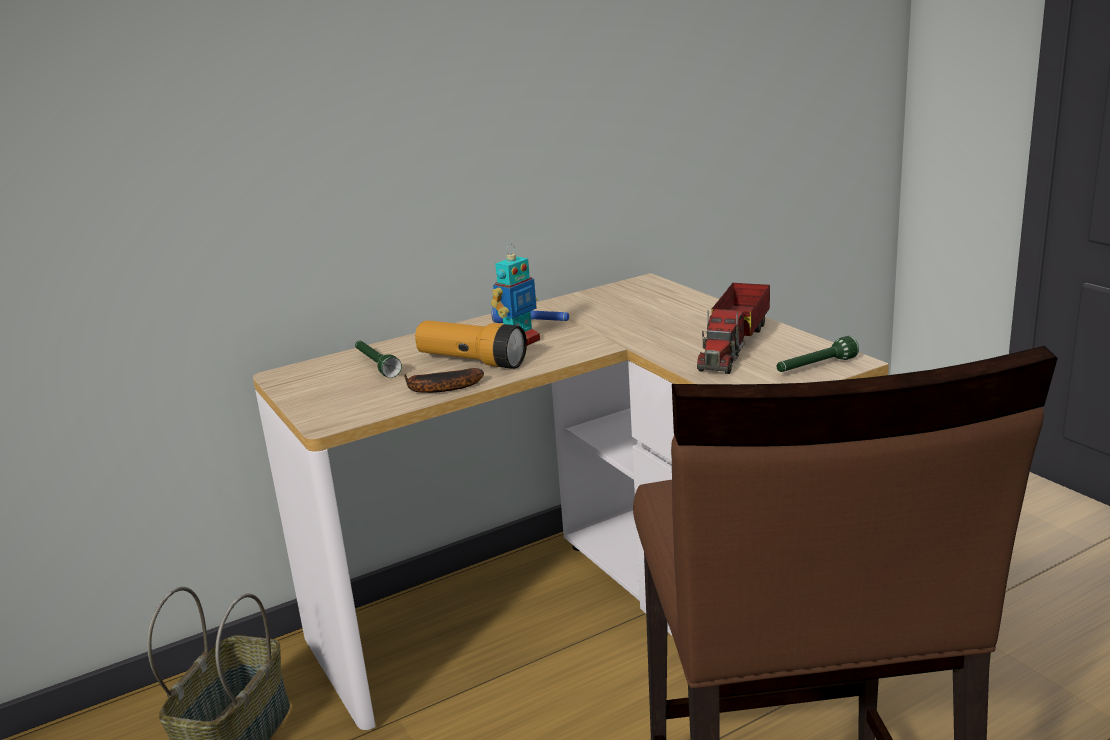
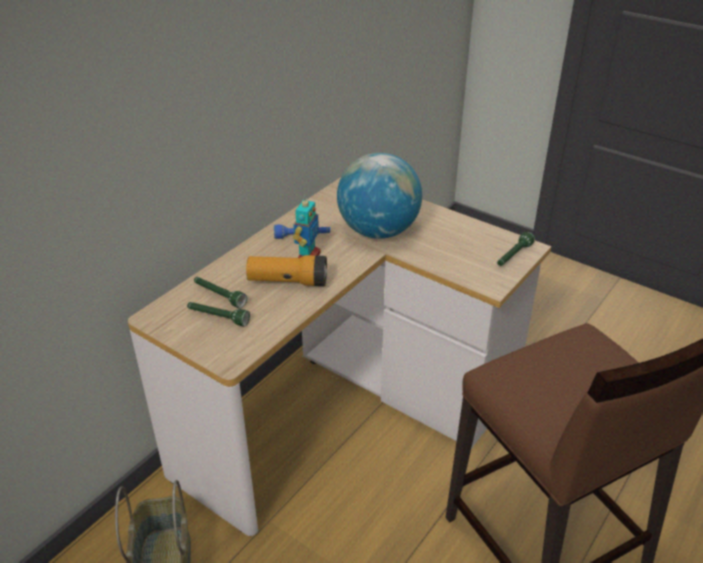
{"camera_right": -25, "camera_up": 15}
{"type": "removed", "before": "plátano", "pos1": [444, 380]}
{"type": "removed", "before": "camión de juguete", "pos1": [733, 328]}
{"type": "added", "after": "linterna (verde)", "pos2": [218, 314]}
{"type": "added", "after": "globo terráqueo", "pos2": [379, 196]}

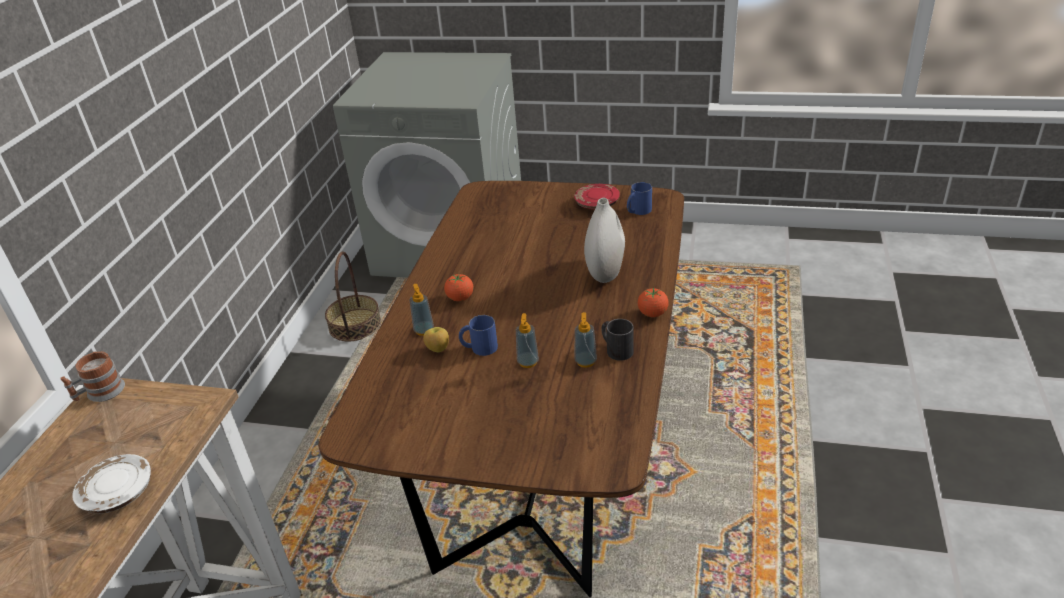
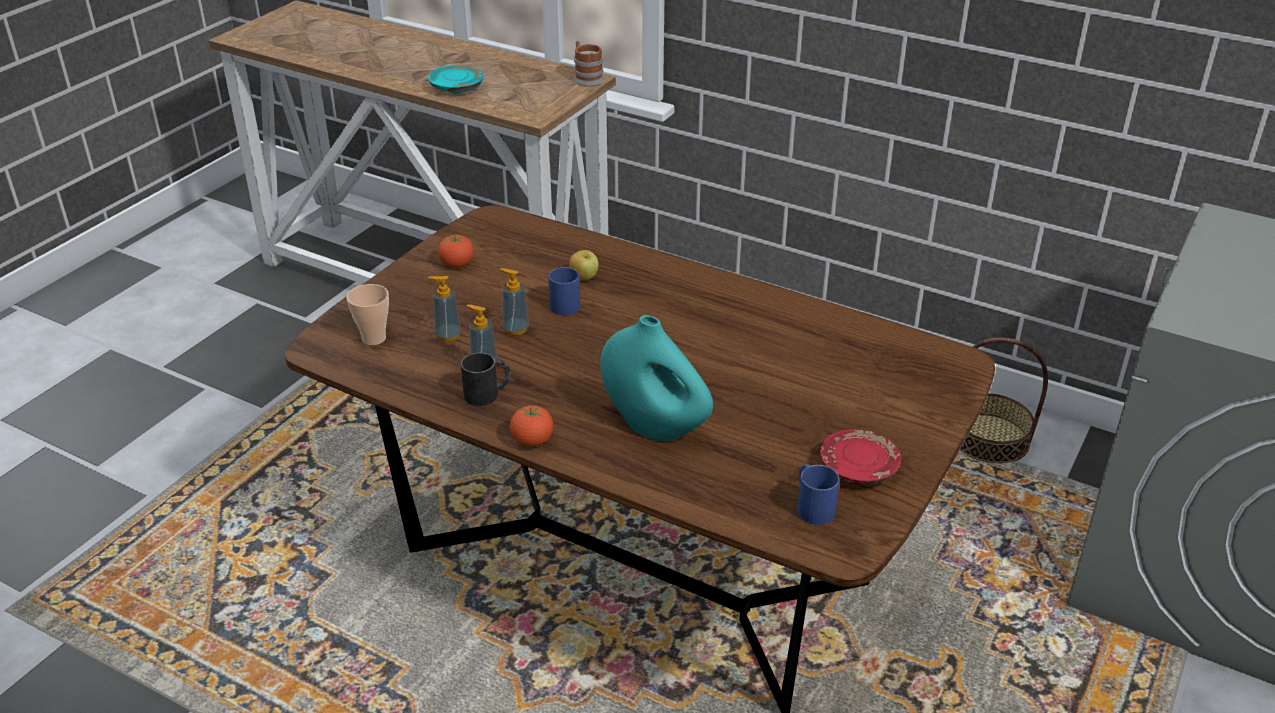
{"camera_right": 105, "camera_up": 0}
{"type": "recoloured", "before": "plato (blanco)", "after": "plato (turquesa)", "pos1": [112, 484], "pos2": [456, 79]}
{"type": "moved", "before": "dispensador de jabón", "pos1": [422, 310], "pos2": [444, 309]}
{"type": "moved", "before": "tomate", "pos1": [458, 287], "pos2": [456, 251]}
{"type": "recoloured", "before": "florero (blanco)", "after": "florero (turquesa)", "pos1": [604, 240], "pos2": [656, 378]}
{"type": "added", "after": "taza", "pos2": [368, 314]}

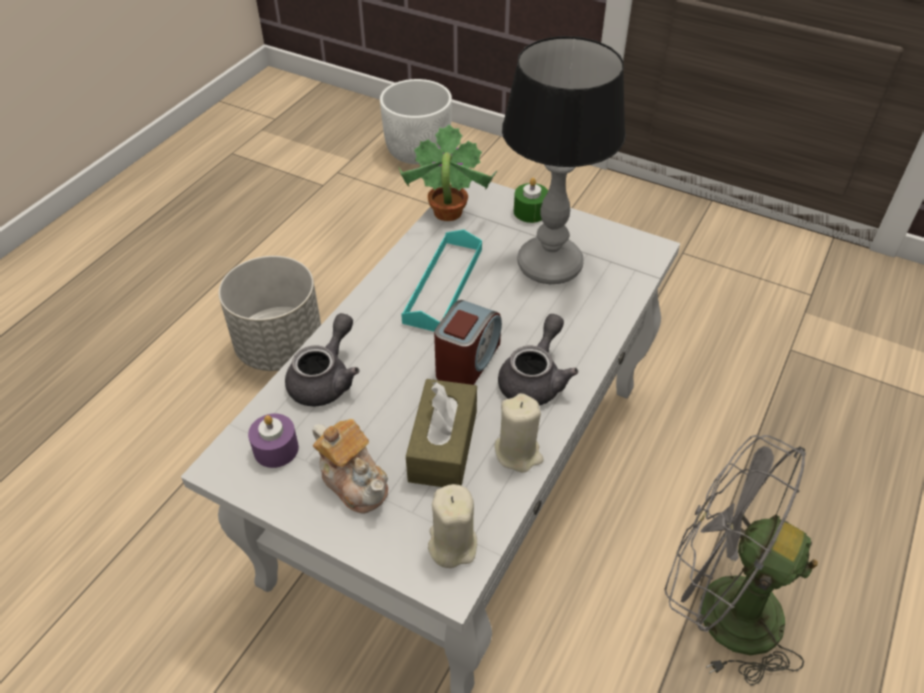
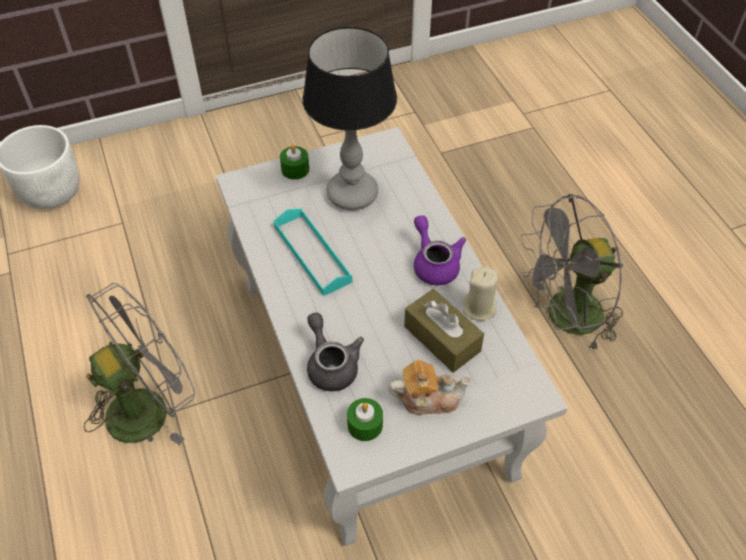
{"camera_right": -50, "camera_up": 5}
{"type": "replaced", "before": "maceta (gris)", "after": "ventilador (gris)", "pos1": [270, 313], "pos2": [139, 364]}
{"type": "recoloured", "before": "vela (morado)", "after": "vela (verde)", "pos1": [273, 440], "pos2": [365, 419]}
{"type": "removed", "before": "planta en maceta", "pos1": [447, 172]}
{"type": "removed", "before": "vela (beis)", "pos1": [452, 526]}
{"type": "removed", "before": "despertador", "pos1": [468, 342]}
{"type": "recoloured", "before": "tetera (gris)", "after": "tetera (morado)", "pos1": [538, 359], "pos2": [440, 250]}

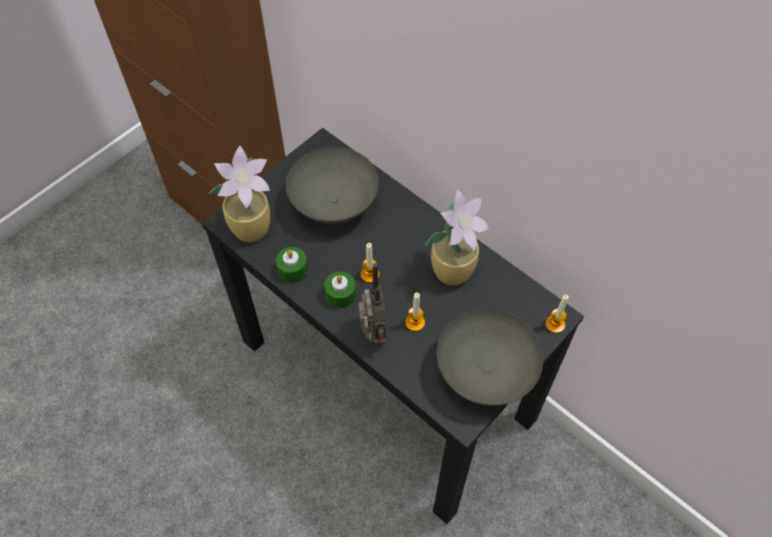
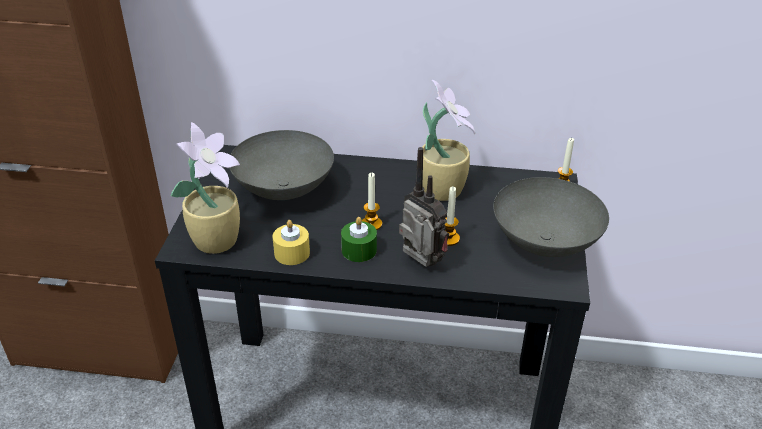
{"camera_right": -35, "camera_up": -20}
{"type": "recoloured", "before": "vela (verde)", "after": "vela (amarillo)", "pos1": [292, 265], "pos2": [291, 242]}

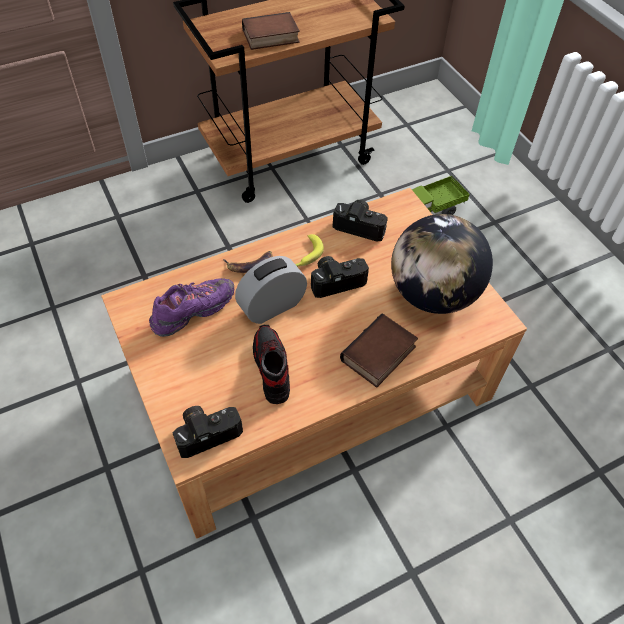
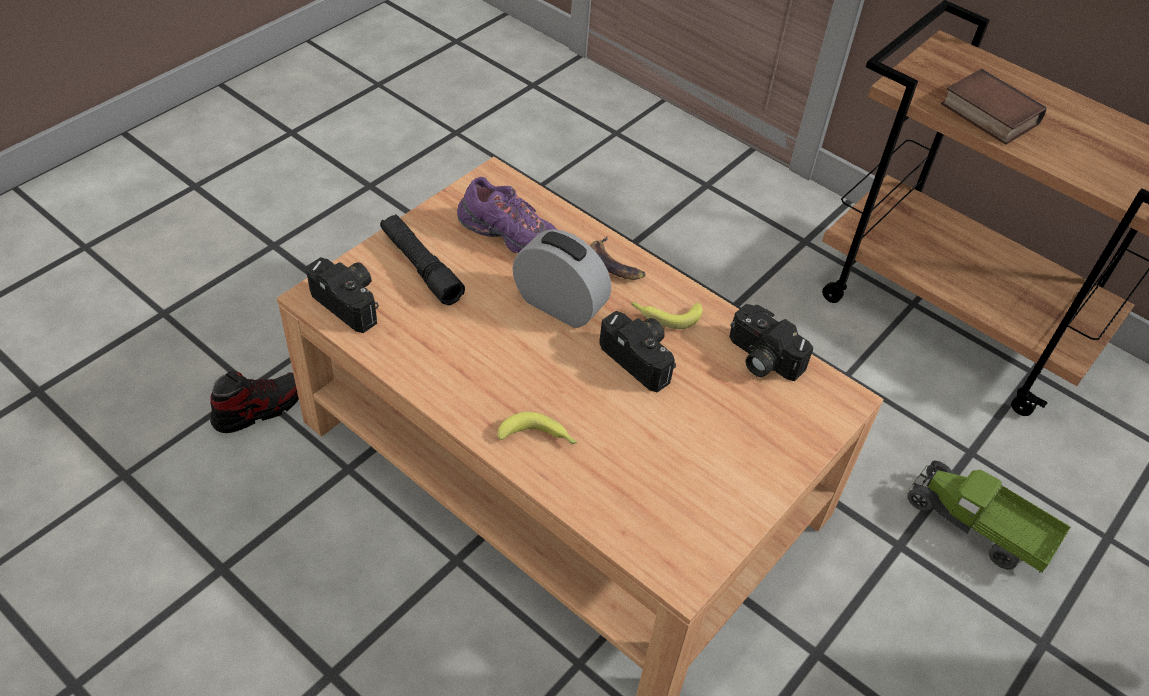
{"camera_right": 65, "camera_up": -5}
{"type": "moved", "before": "zapato", "pos1": [271, 364], "pos2": [254, 401]}
{"type": "turned", "before": "cámara", "pos1": [360, 220], "pos2": [771, 342], "turn": 135}
{"type": "replaced", "before": "libro", "after": "plátano", "pos1": [379, 350], "pos2": [537, 428]}
{"type": "removed", "before": "globo terráqueo", "pos1": [442, 264]}
{"type": "added", "after": "linterna (negro)", "pos2": [422, 259]}

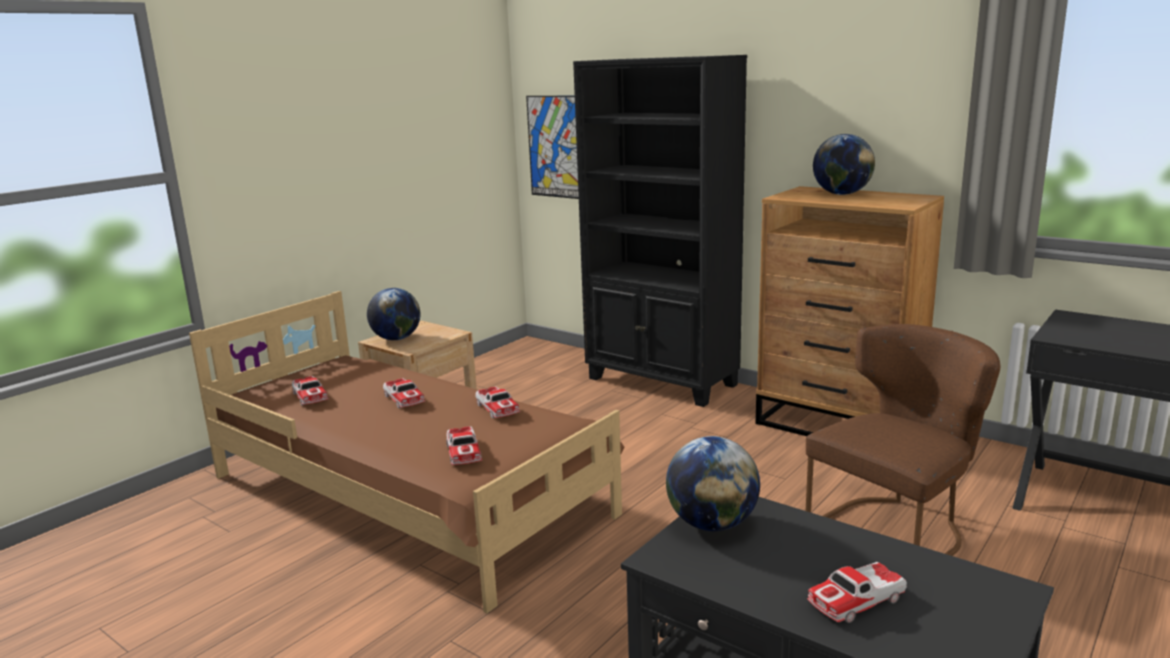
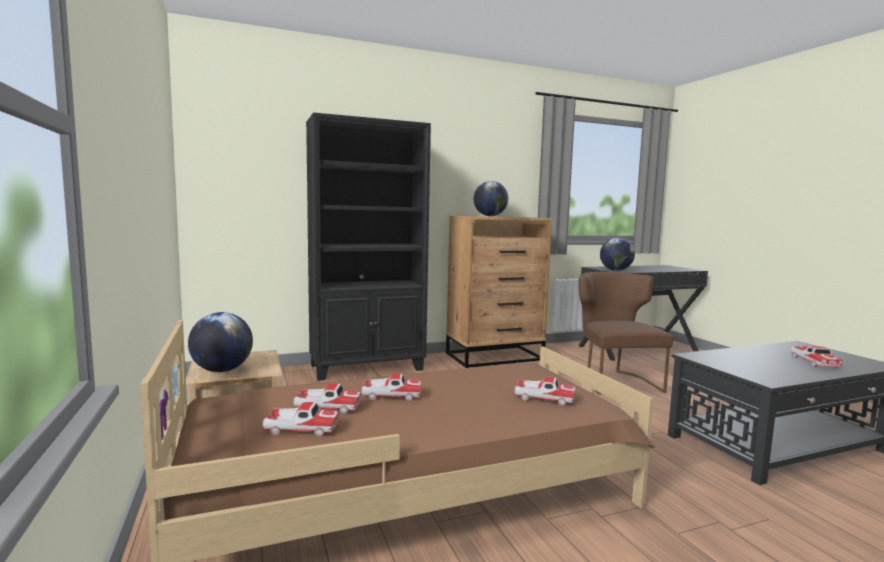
{"camera_right": -60, "camera_up": -10}
{"type": "moved", "before": "coche de juguete", "pos1": [497, 402], "pos2": [327, 398]}
{"type": "removed", "before": "cuadro", "pos1": [552, 147]}
{"type": "moved", "before": "globo terráqueo", "pos1": [713, 483], "pos2": [617, 254]}

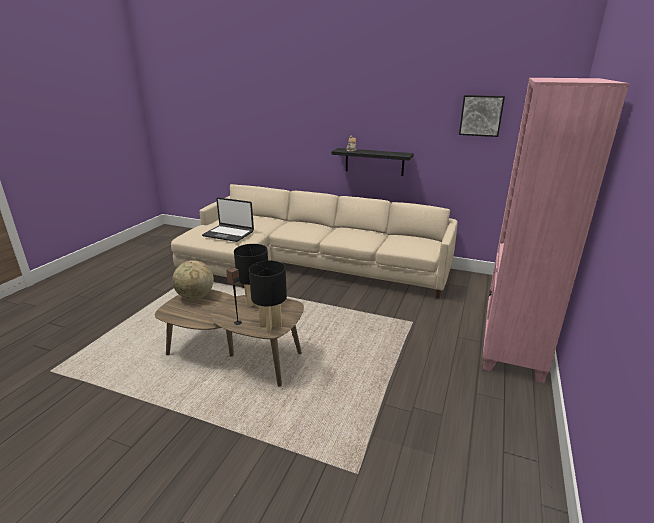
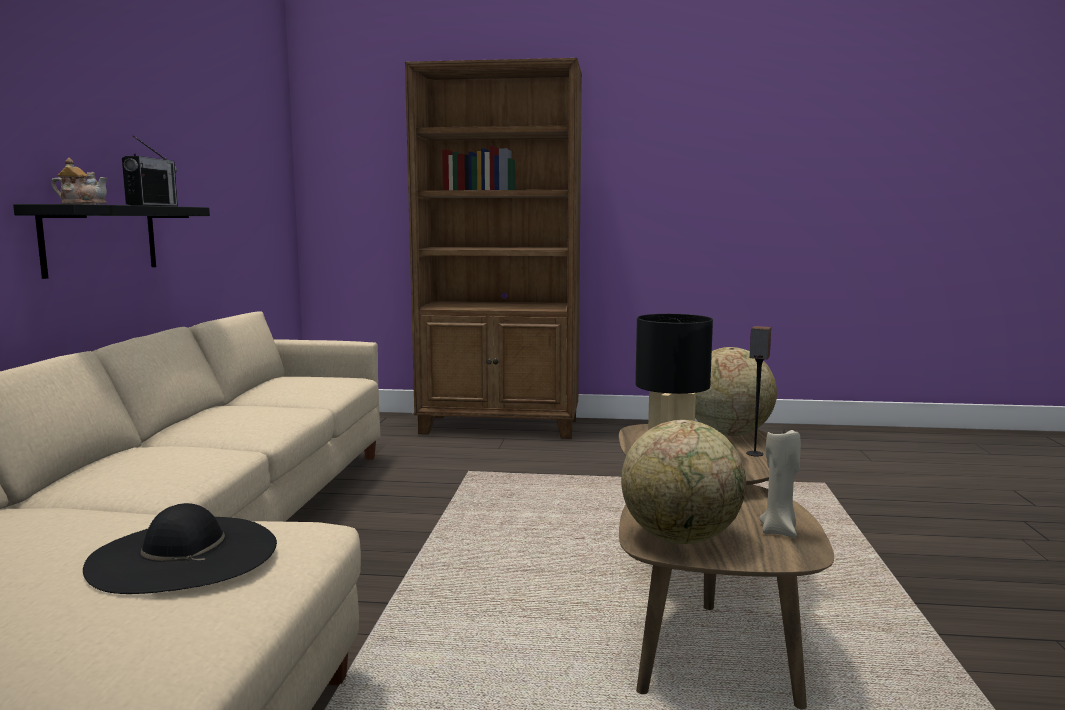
{"camera_right": -105, "camera_up": -15}
{"type": "replaced", "before": "portátil", "after": "sombrero (negro)", "pos1": [228, 219], "pos2": [180, 548]}
{"type": "replaced", "before": "lámpara de mesa (negro)", "after": "globo terráqueo", "pos1": [268, 296], "pos2": [736, 391]}
{"type": "removed", "before": "cuadro", "pos1": [482, 116]}
{"type": "recoloured", "before": "estantería (rosa)", "after": "estantería (marrón)", "pos1": [556, 231], "pos2": [493, 248]}
{"type": "added", "after": "radio", "pos2": [150, 170]}
{"type": "added", "after": "vela (beis)", "pos2": [780, 483]}

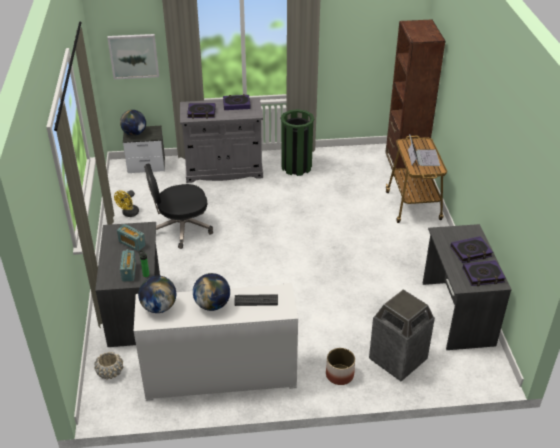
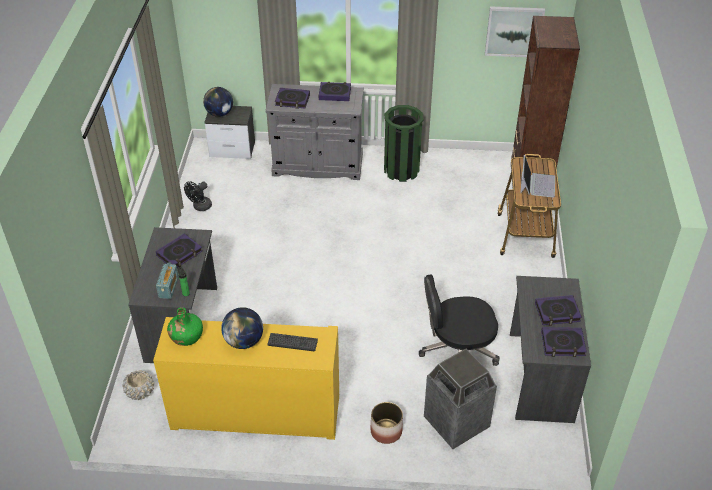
{"camera_right": 10, "camera_up": 5}
{"type": "moved", "before": "cuadro", "pos1": [133, 56], "pos2": [515, 31]}
{"type": "recoloured", "before": "ventilador (amarillo)", "after": "ventilador (negro)", "pos1": [126, 203], "pos2": [198, 196]}
{"type": "replaced", "before": "radio", "after": "libro", "pos1": [131, 237], "pos2": [179, 250]}
{"type": "recoloured", "before": "armario (blanco)", "after": "armario (amarillo)", "pos1": [216, 342], "pos2": [246, 378]}
{"type": "replaced", "before": "globo terráqueo", "after": "botella (verde)", "pos1": [157, 294], "pos2": [185, 326]}
{"type": "moved", "before": "silla de oficina (negro)", "pos1": [178, 206], "pos2": [459, 320]}

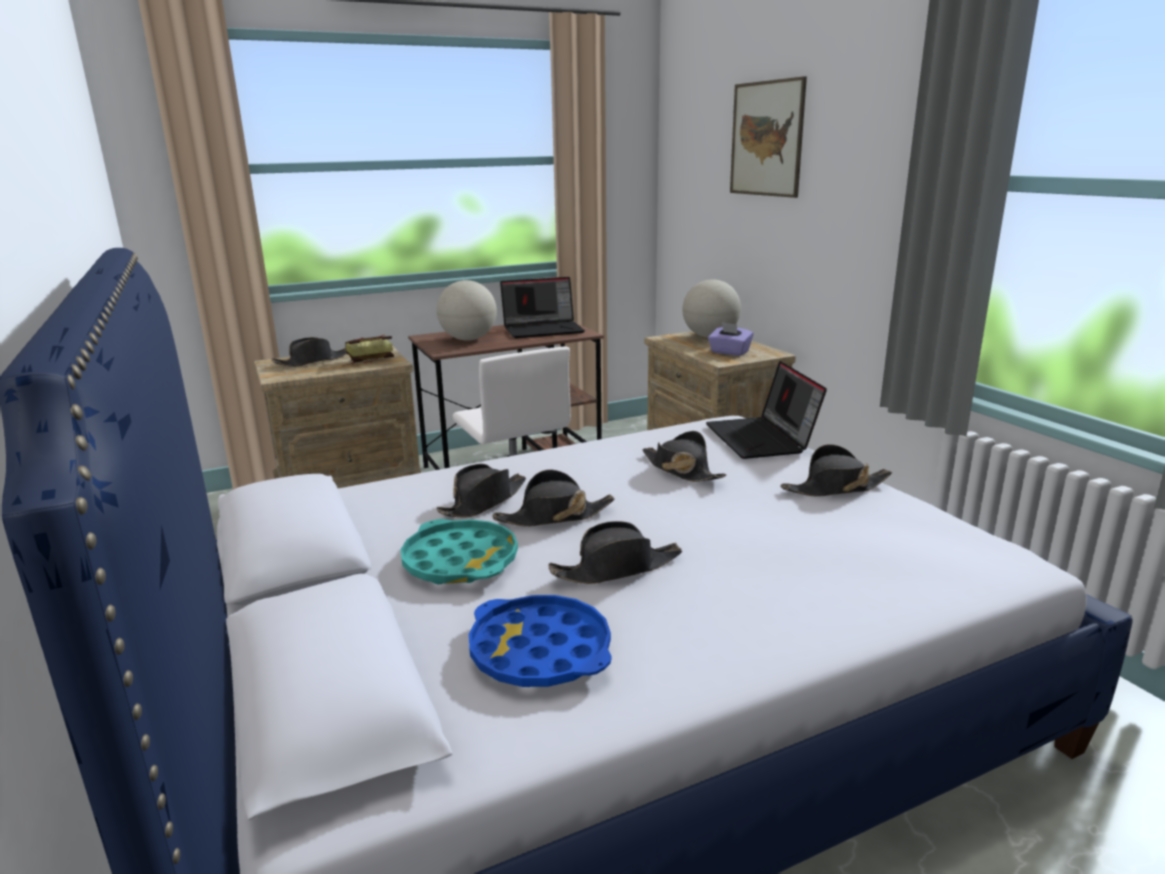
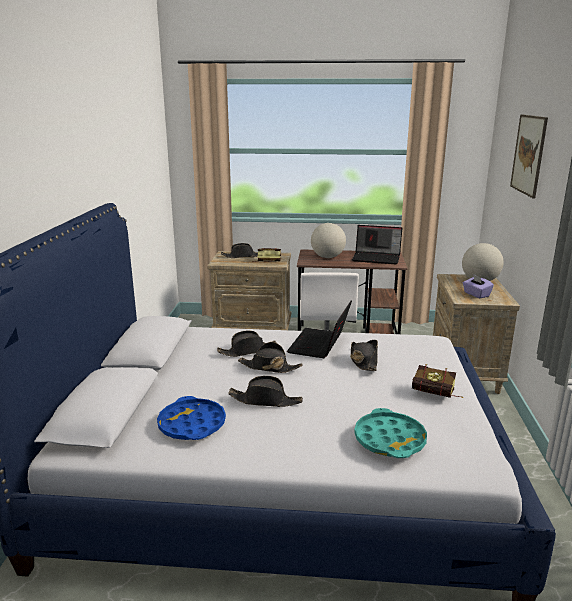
{"camera_right": 30, "camera_up": 0}
{"type": "moved", "before": "bandeja (turquesa)", "pos1": [459, 551], "pos2": [390, 433]}
{"type": "moved", "before": "portátil", "pos1": [766, 410], "pos2": [319, 329]}
{"type": "replaced", "before": "sombrero (negro)", "after": "libro", "pos1": [836, 470], "pos2": [437, 381]}

